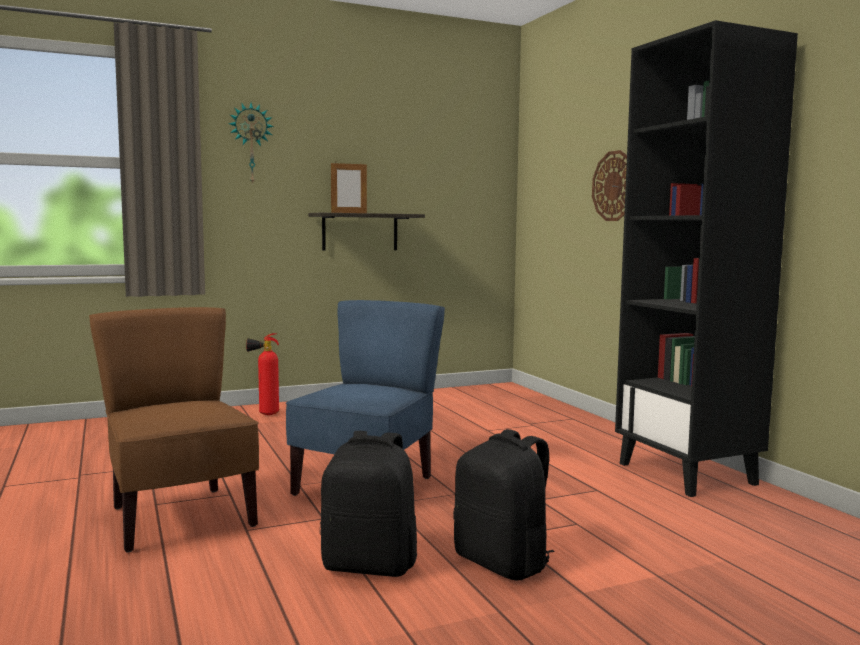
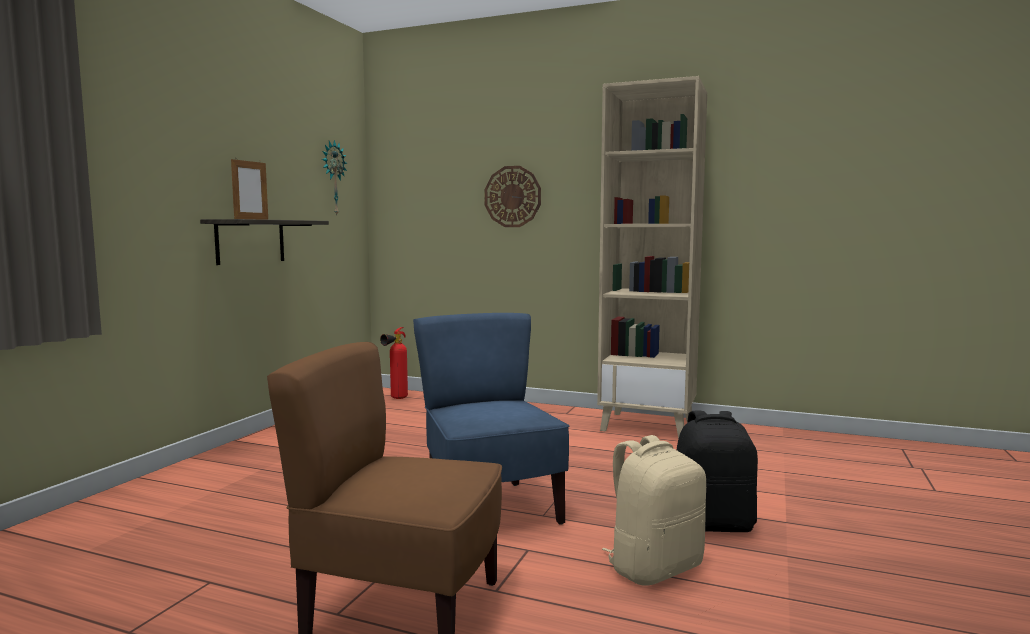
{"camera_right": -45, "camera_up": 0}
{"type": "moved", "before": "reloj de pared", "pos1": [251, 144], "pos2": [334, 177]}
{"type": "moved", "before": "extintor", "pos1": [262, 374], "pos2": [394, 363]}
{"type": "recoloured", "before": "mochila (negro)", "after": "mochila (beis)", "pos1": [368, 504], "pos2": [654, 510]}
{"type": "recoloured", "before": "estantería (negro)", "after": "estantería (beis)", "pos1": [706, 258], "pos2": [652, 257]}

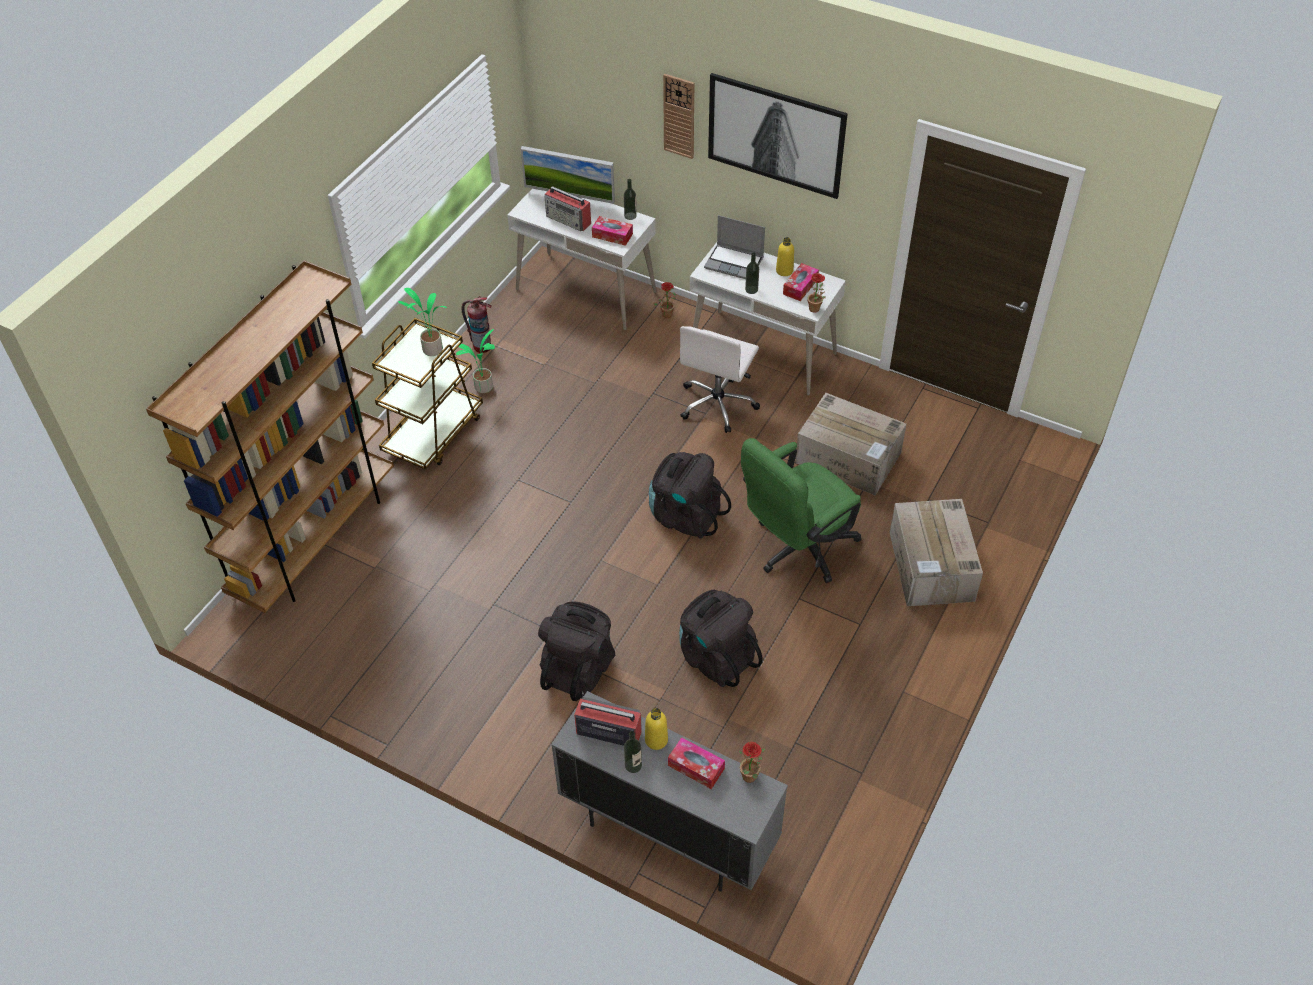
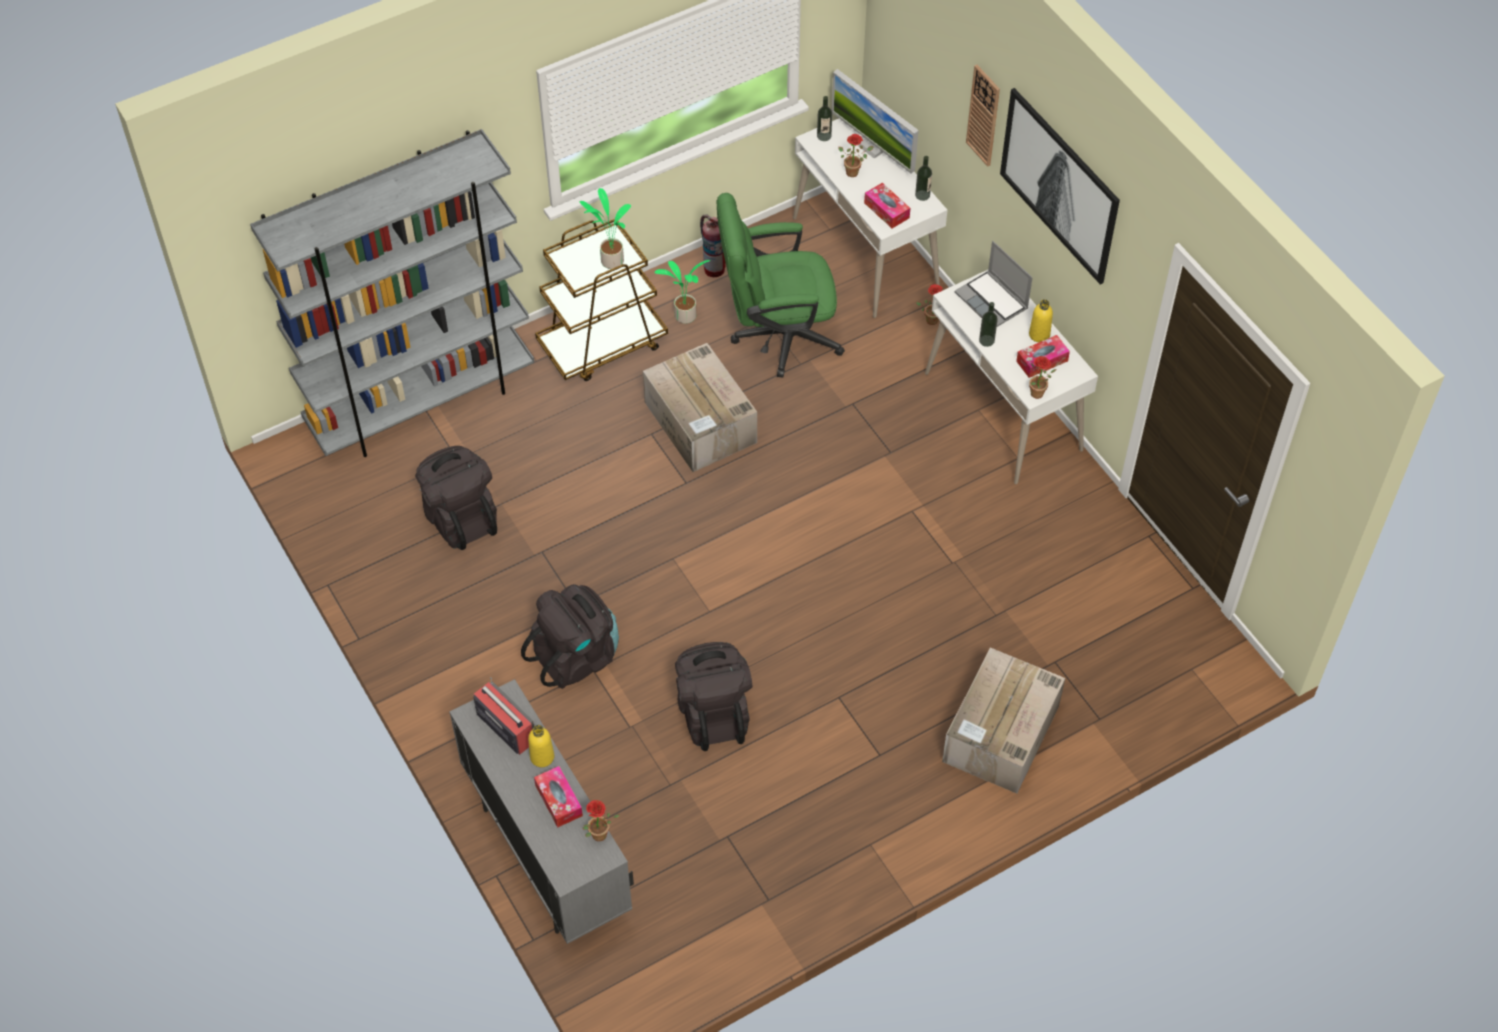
{"camera_right": 30, "camera_up": 5}
{"type": "recoloured", "before": "estantería (marrón)", "after": "estantería (gris)", "pos1": [270, 436], "pos2": [392, 293]}
{"type": "replaced", "before": "radio", "after": "planta en maceta", "pos1": [568, 208], "pos2": [856, 155]}
{"type": "moved", "before": "botella", "pos1": [633, 752], "pos2": [824, 118]}
{"type": "moved", "before": "mochila (negro)", "pos1": [690, 495], "pos2": [456, 498]}
{"type": "removed", "before": "silla de oficina (blanco)", "pos1": [720, 379]}
{"type": "moved", "before": "silla de oficina (verde)", "pos1": [801, 510], "pos2": [780, 285]}
{"type": "moved", "before": "caja de cartón", "pos1": [850, 444], "pos2": [700, 407]}

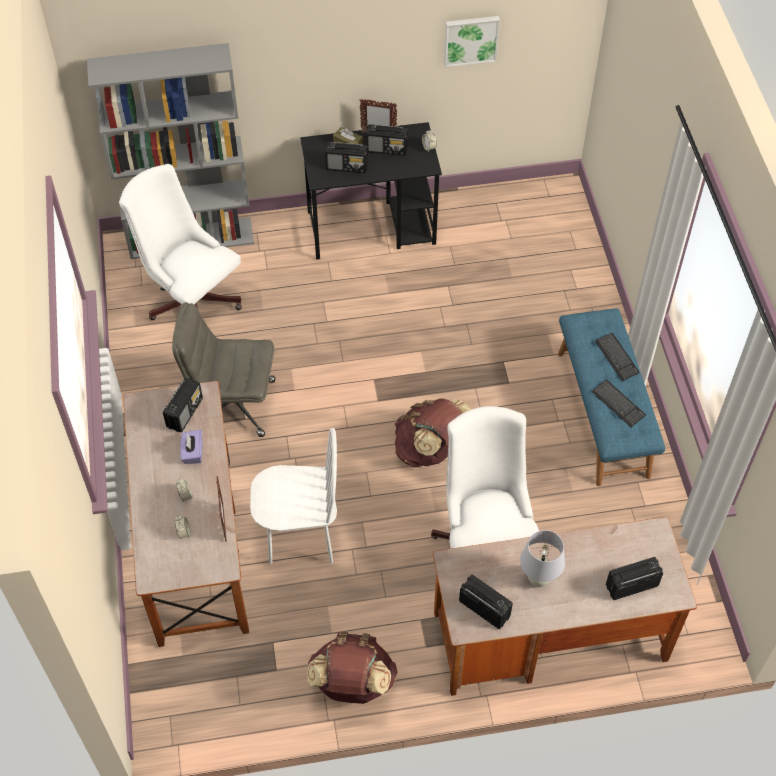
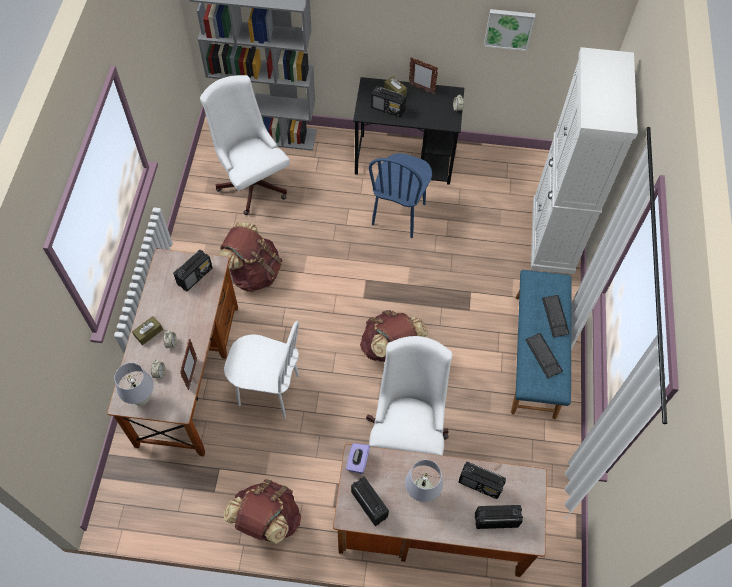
{"camera_right": 15, "camera_up": 5}
{"type": "replaced", "before": "silla de oficina (gris)", "after": "mochila (marrón)", "pos1": [223, 369], "pos2": [250, 257]}
{"type": "moved", "before": "caja de pañuelos (morado)", "pos1": [191, 446], "pos2": [358, 458]}
{"type": "moved", "before": "radio", "pos1": [387, 140], "pos2": [482, 480]}
{"type": "added", "after": "lámpara de mesa (blanco)", "pos2": [134, 384]}
{"type": "added", "after": "caja de pañuelos (marrón)", "pos2": [147, 330]}
{"type": "added", "after": "silla (azul)", "pos2": [400, 195]}
{"type": "added", "after": "armario (blanco)", "pos2": [584, 160]}

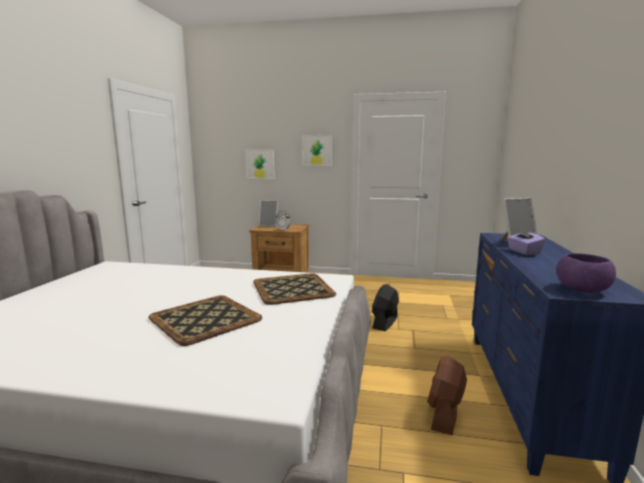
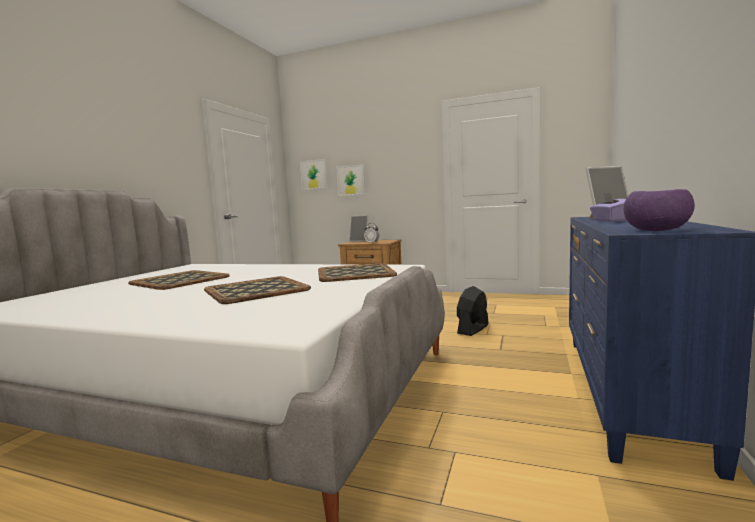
{"camera_right": 10, "camera_up": -5}
{"type": "moved", "before": "cuadro", "pos1": [317, 150], "pos2": [313, 174]}
{"type": "removed", "before": "ventilador (marrón)", "pos1": [447, 395]}
{"type": "added", "after": "bandeja", "pos2": [179, 280]}

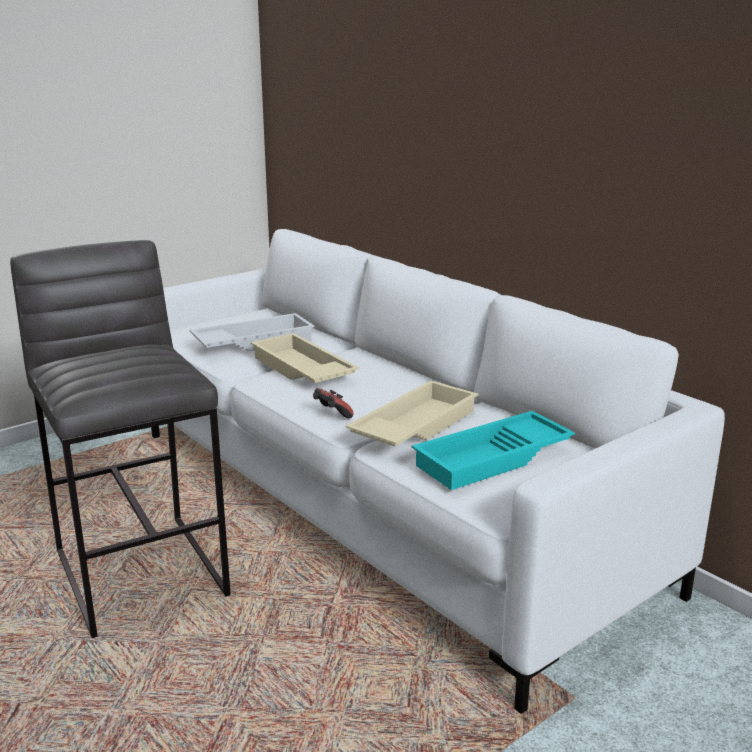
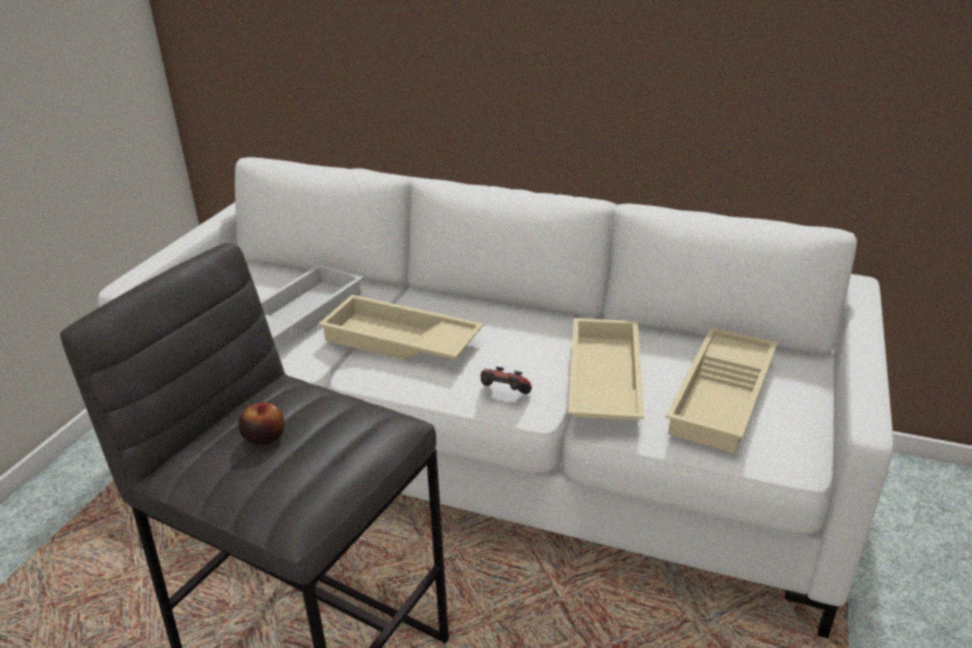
{"camera_right": -30, "camera_up": 10}
{"type": "recoloured", "before": "bandeja (turquesa)", "after": "bandeja (beis)", "pos1": [493, 450], "pos2": [721, 390]}
{"type": "added", "after": "manzana", "pos2": [261, 424]}

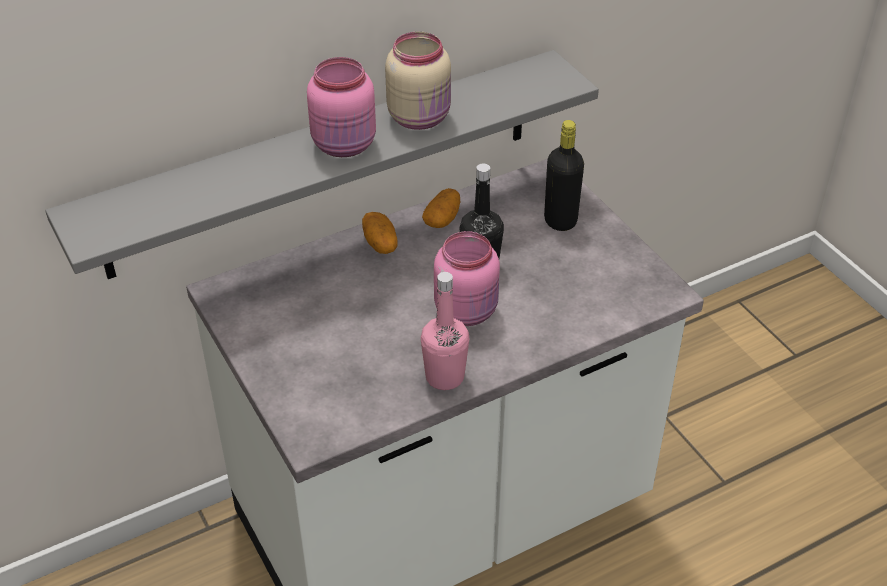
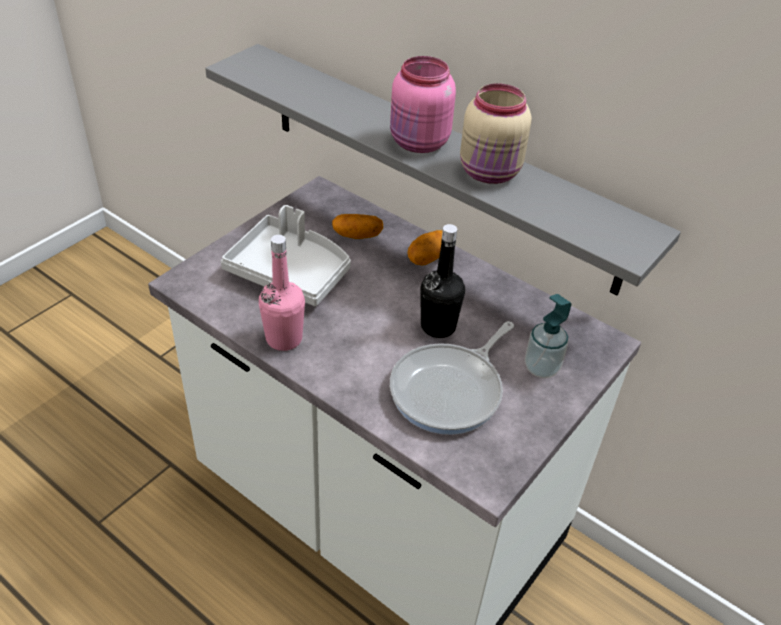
{"camera_right": 65, "camera_up": 0}
{"type": "moved", "before": "patata", "pos1": [441, 208], "pos2": [357, 226]}
{"type": "removed", "before": "tarro (rosa)", "pos1": [467, 278]}
{"type": "replaced", "before": "botella (negro)", "after": "dispensador de jabón", "pos1": [564, 175], "pos2": [548, 336]}
{"type": "added", "after": "bandeja (gris)", "pos2": [286, 255]}
{"type": "added", "after": "sartén", "pos2": [452, 378]}

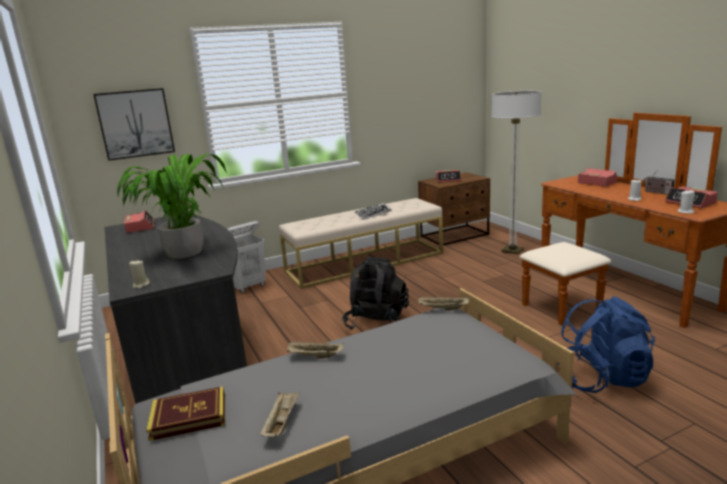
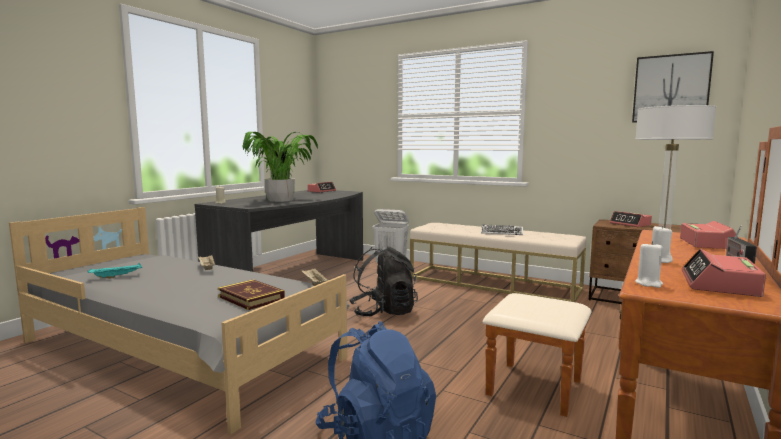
{"camera_right": 55, "camera_up": -10}
{"type": "moved", "before": "cuadro", "pos1": [134, 124], "pos2": [673, 87]}
{"type": "moved", "before": "libro", "pos1": [185, 414], "pos2": [251, 294]}
{"type": "recoloured", "before": "bandeja (beis)", "after": "bandeja (turquesa)", "pos1": [279, 414], "pos2": [115, 270]}

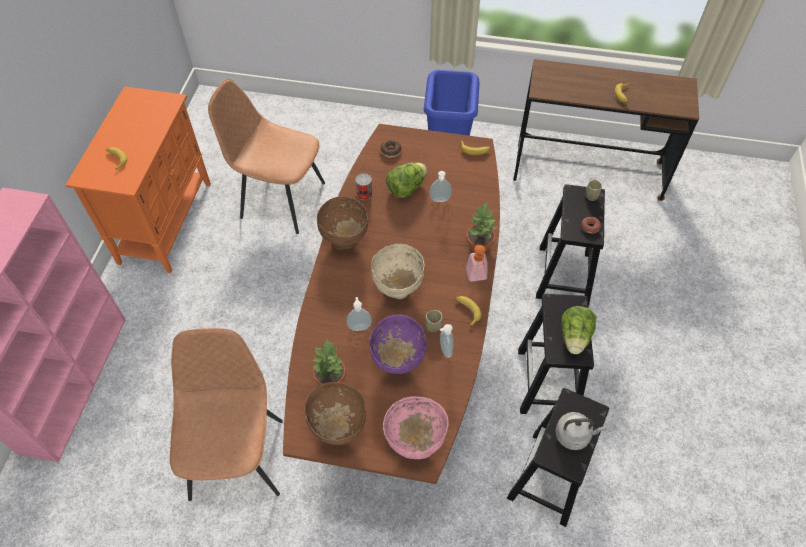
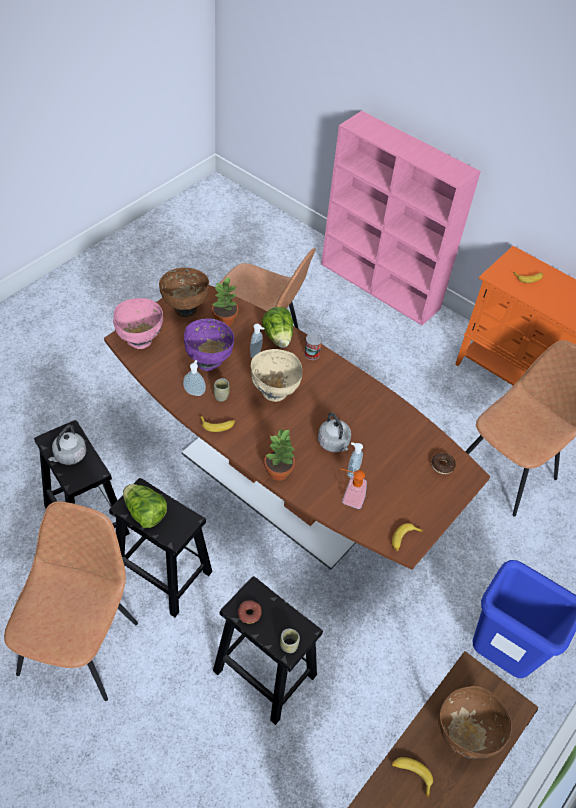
{"camera_right": 115, "camera_up": -5}
{"type": "moved", "before": "cuenco (marrón)", "pos1": [342, 223], "pos2": [475, 722]}
{"type": "moved", "before": "lata", "pos1": [364, 186], "pos2": [313, 346]}
{"type": "moved", "before": "lechuga", "pos1": [406, 180], "pos2": [277, 327]}
{"type": "moved", "before": "dispensador de jabón", "pos1": [477, 263], "pos2": [354, 489]}
{"type": "added", "after": "silla (marrón)", "pos2": [71, 601]}
{"type": "added", "after": "hervidor (gris)", "pos2": [334, 432]}

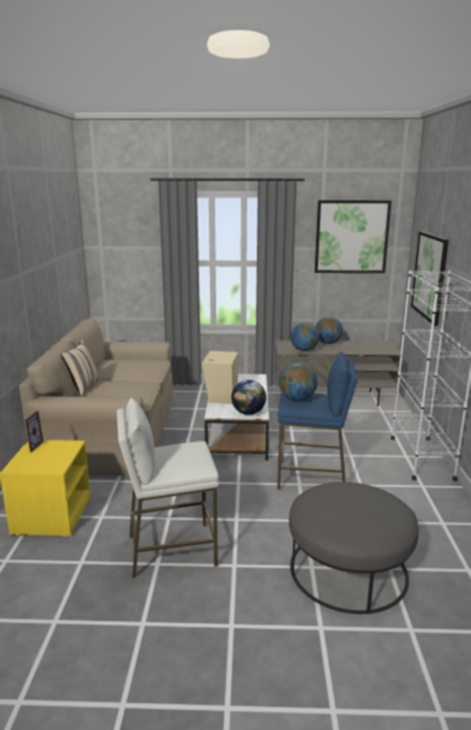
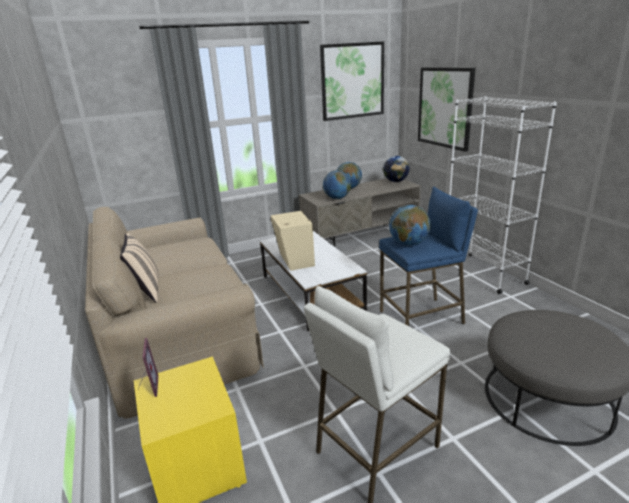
{"camera_right": -25, "camera_up": 5}
{"type": "moved", "before": "globo terráqueo", "pos1": [248, 397], "pos2": [396, 169]}

